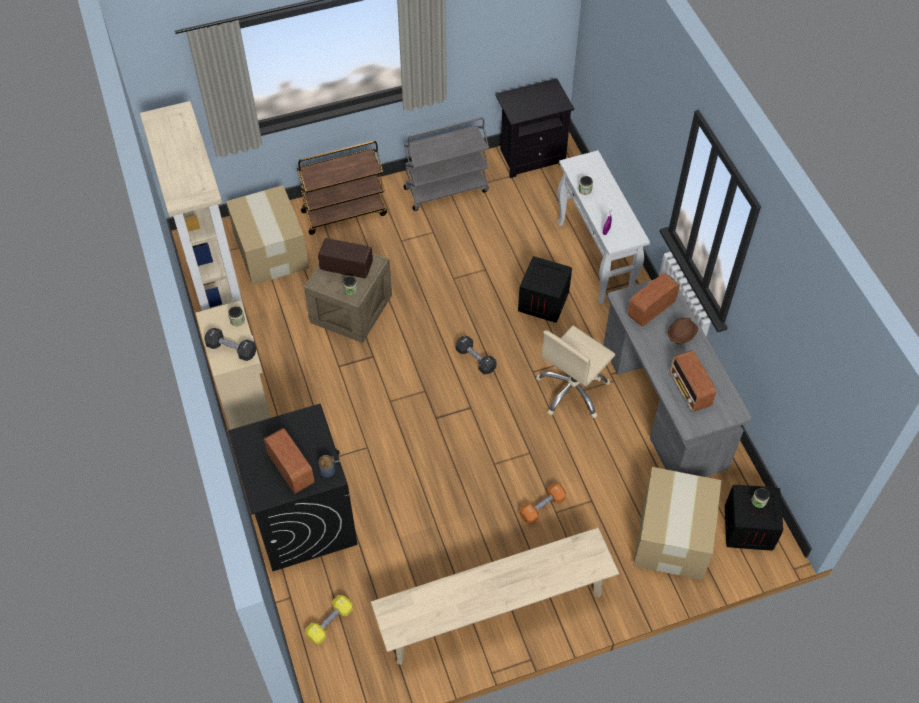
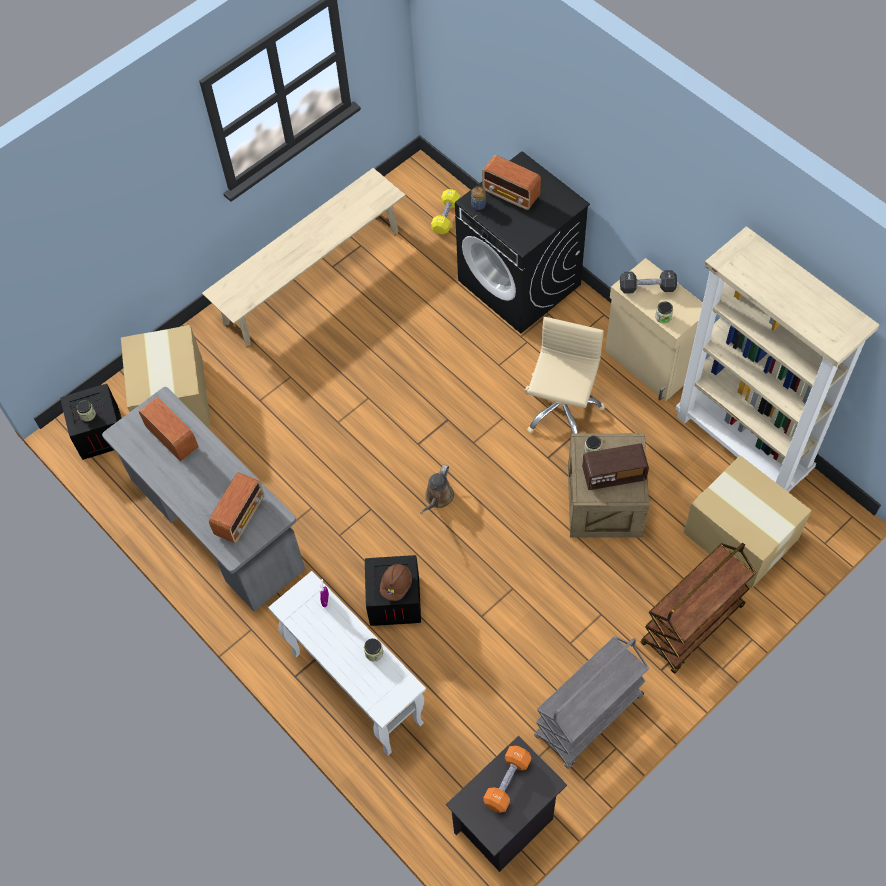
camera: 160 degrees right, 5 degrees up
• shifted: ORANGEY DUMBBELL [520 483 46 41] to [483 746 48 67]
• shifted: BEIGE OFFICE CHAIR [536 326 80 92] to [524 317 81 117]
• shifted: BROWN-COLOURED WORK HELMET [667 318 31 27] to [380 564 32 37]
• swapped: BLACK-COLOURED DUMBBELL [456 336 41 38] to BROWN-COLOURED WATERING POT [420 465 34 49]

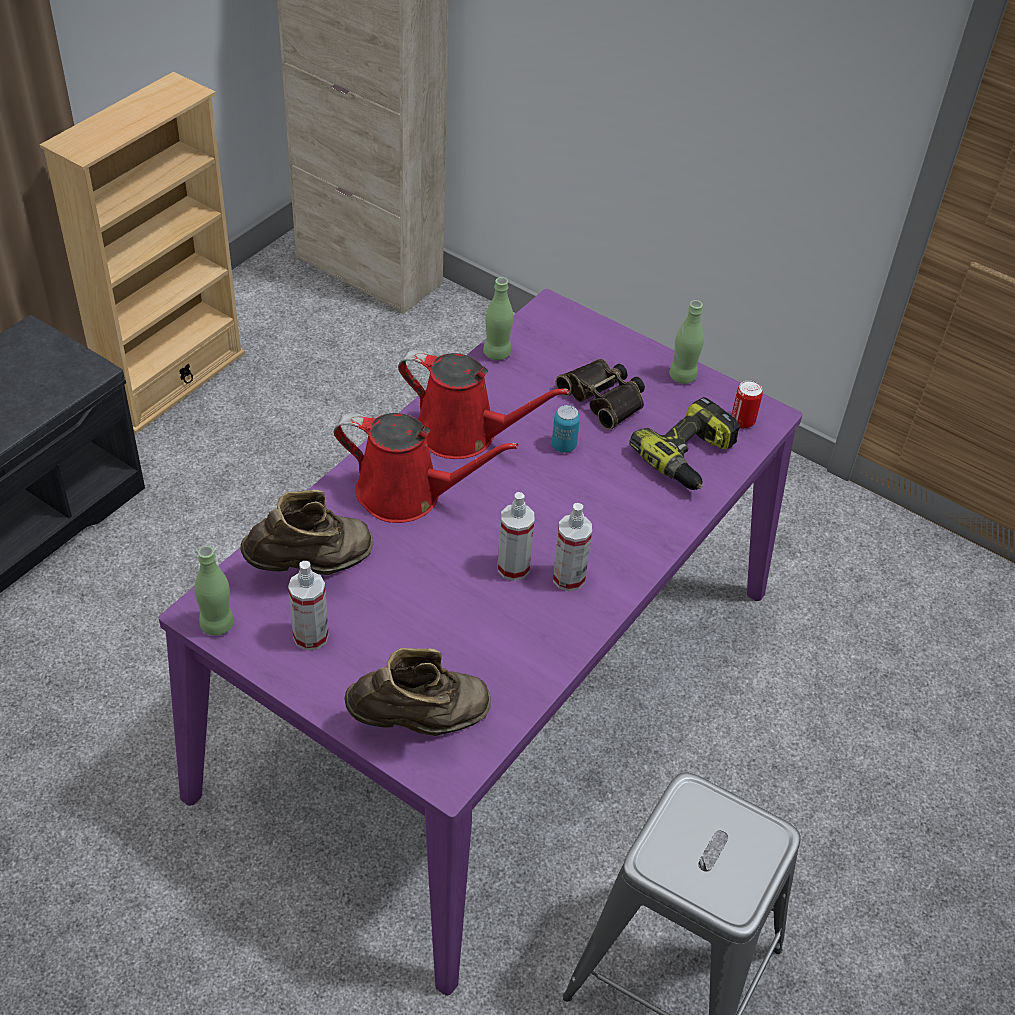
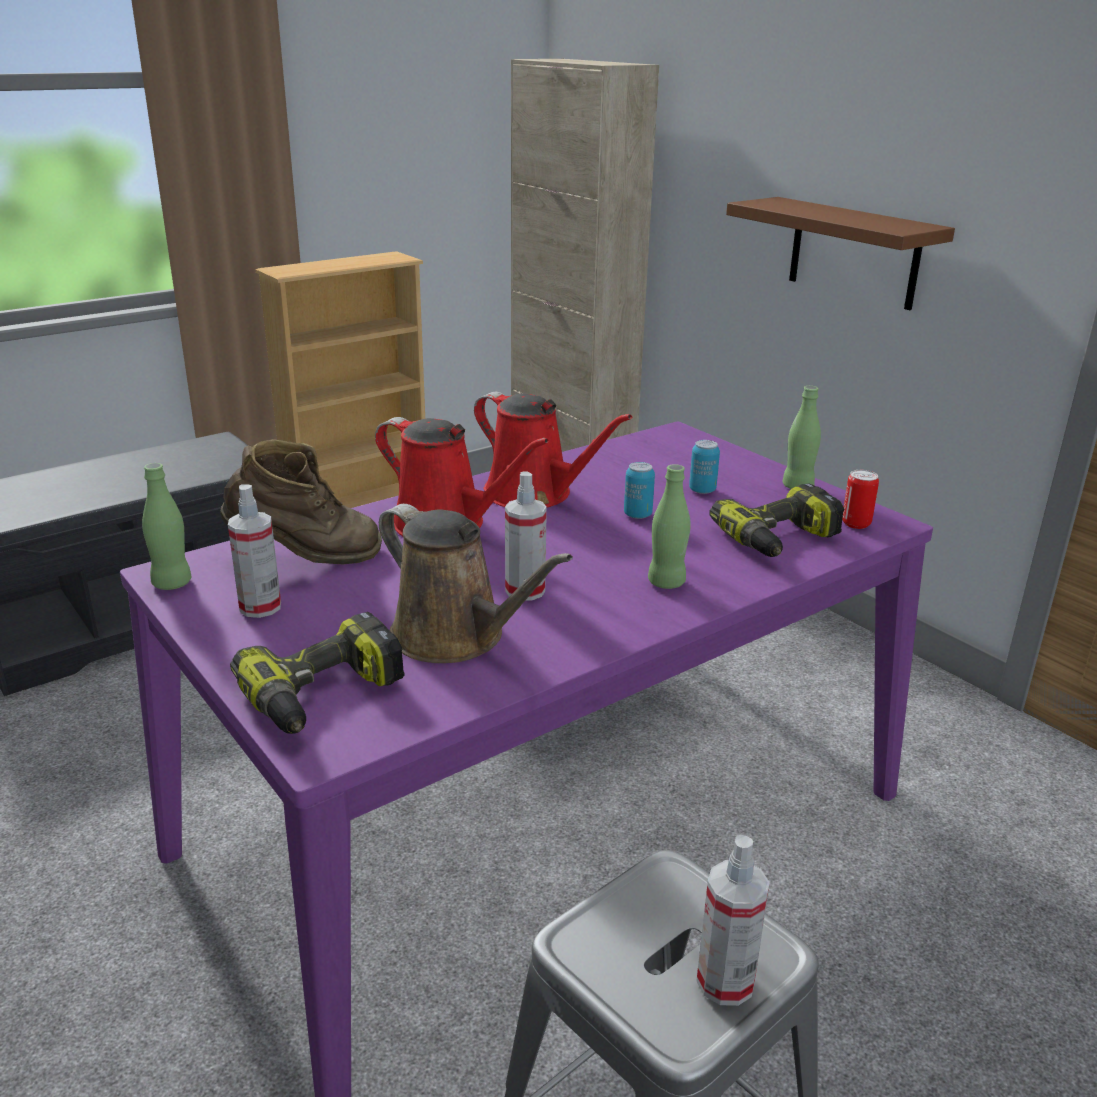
camera: 20 degrees right, 20 degrees down
• new: BROWN-COLOURED WATERING POT [379 504 194 159]
• new: BROWN-COLOURED SHELF [726 197 229 113]
• shifted: GREEN-COLOURED BOTTLE [483 277 30 83] to [648 464 42 125]
• shifted: SPRAYER [553 503 39 88] to [696 835 74 171]
• swapped: BROWN-COLOURED TALL BOOT [344 648 147 88] to DRILL [230 612 175 122]
• swapped: FIELD GLASSES [556 359 89 71] to CAN [689 440 31 54]

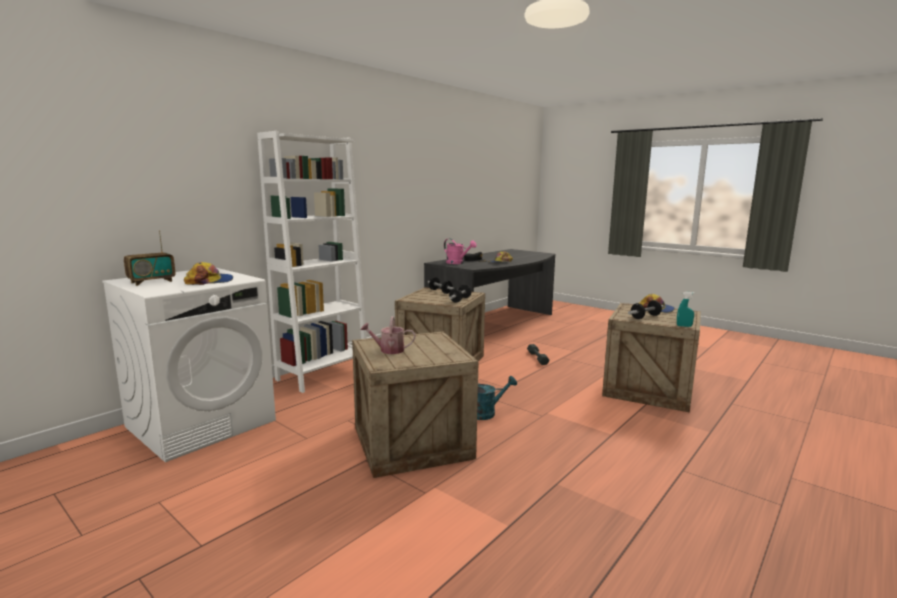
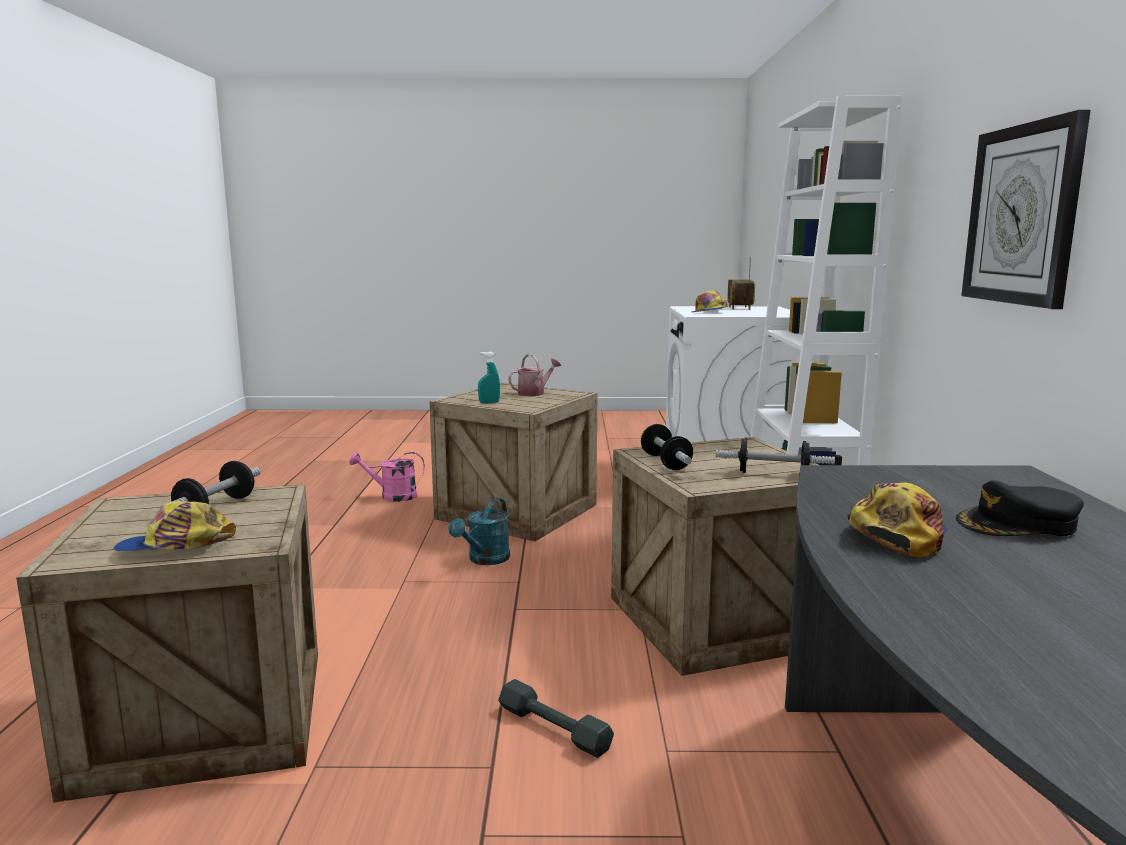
camera: 140 degrees right, 0 degrees up
• new: CLOCK ON THE WALL [961 110 129 199]
• shifted: PINKISH WATERING POT [444 238 32 26] to [349 452 76 50]
• shifted: TURQUOISE-COLOURED SPRAYER [677 292 18 35] to [478 352 22 52]

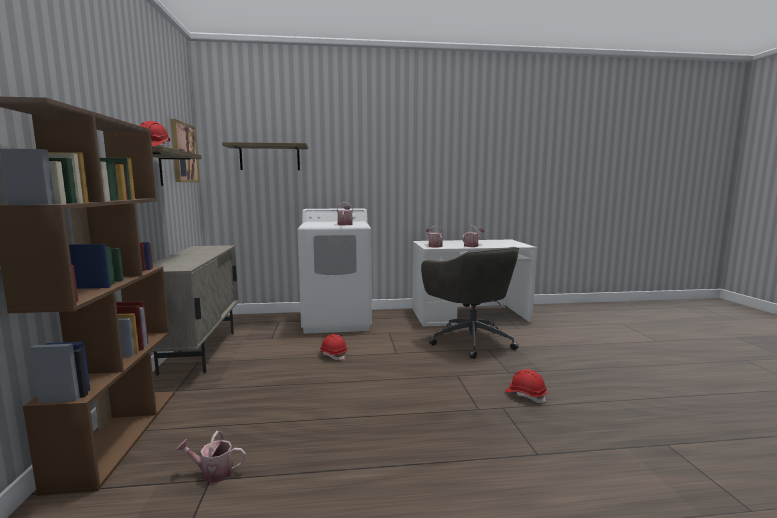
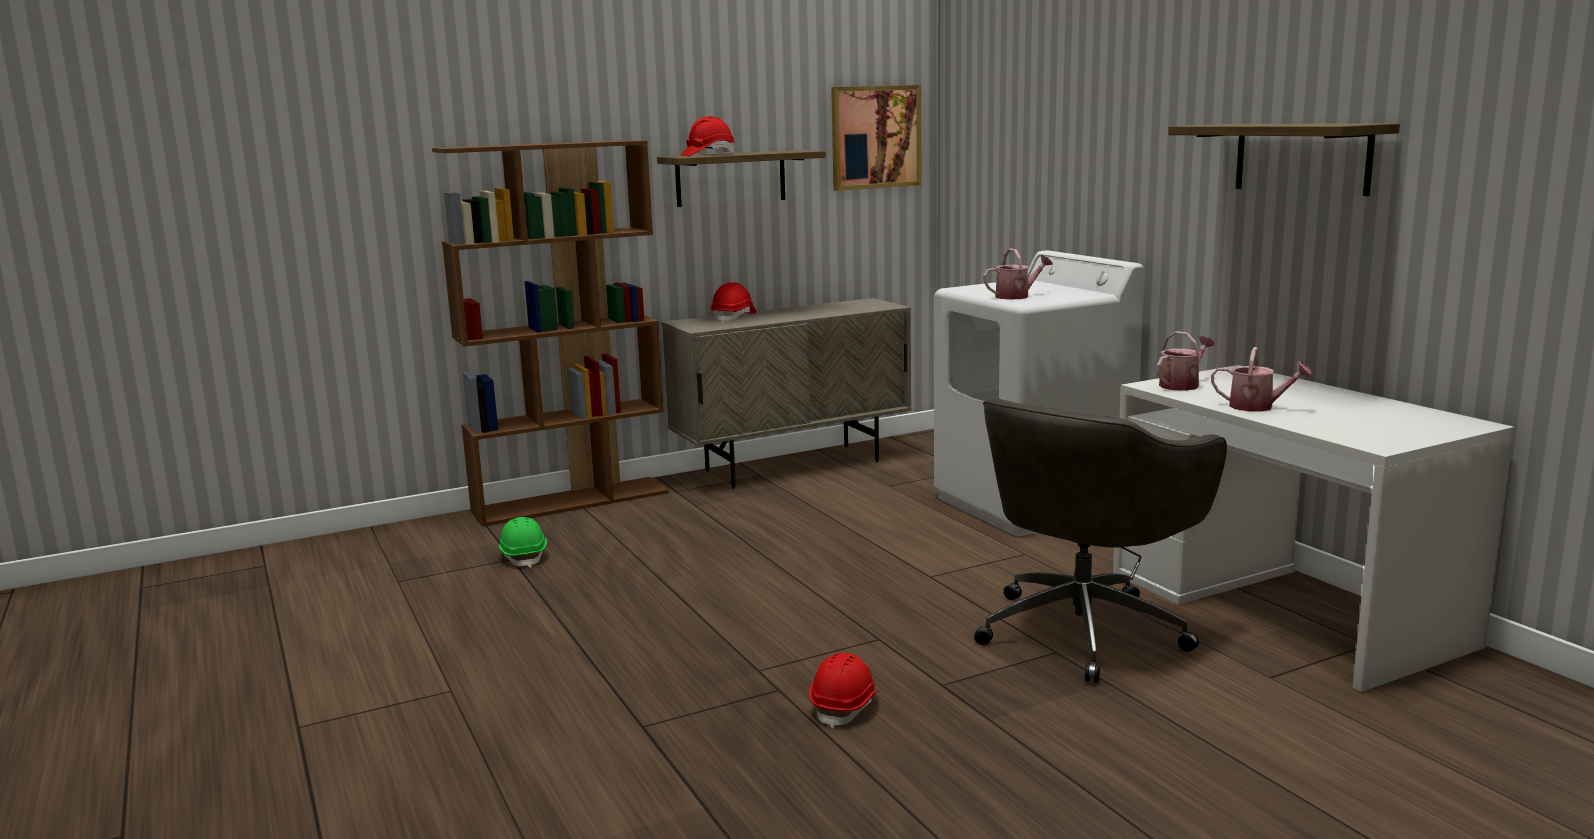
camera: 70 degrees right, 5 degrees up
• shifted: SHELF [222 142 86 28] to [1168 123 232 73]
• shifted: RED WORK HELMET [318 334 30 26] to [710 282 46 41]
• swapped: WATERING POT [175 431 71 52] to GREEN-COLOURED WORK HELMET [498 517 49 51]

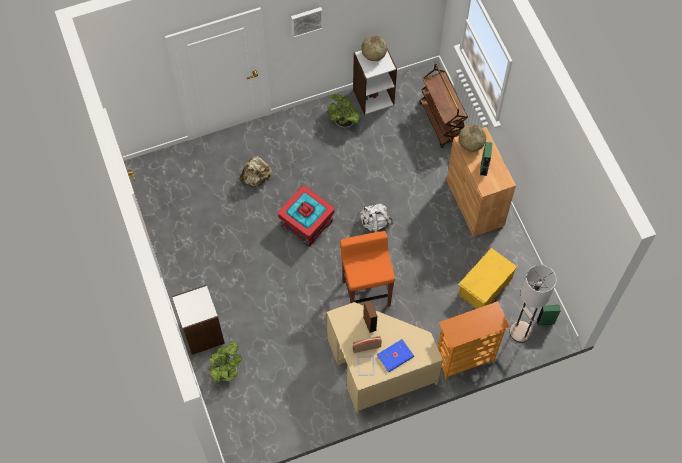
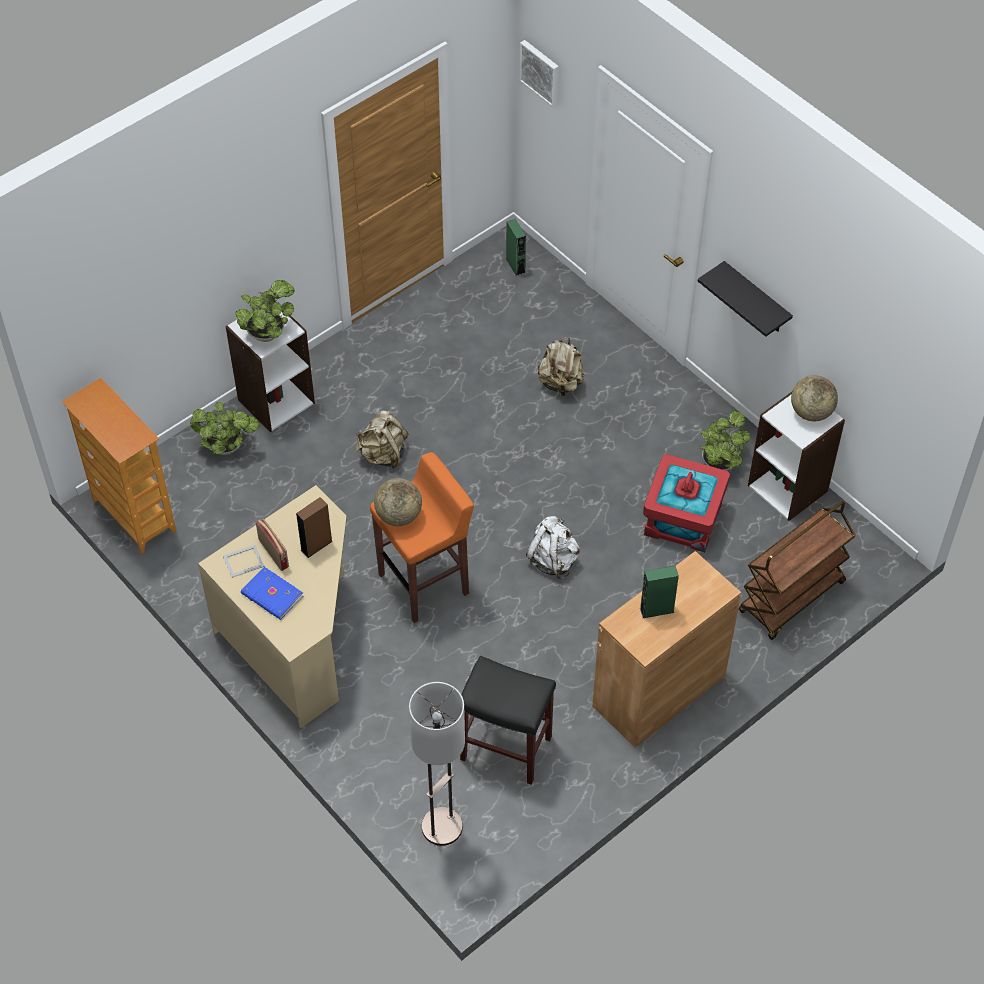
camera: 70 degrees right, 10 degrees down
• new: POTTED PLANT [236 280 59 62]
• new: BEIGE BACKPACK [356 410 52 59]
• new: BLACK-COLOURED SHELF [698 261 95 76]
• shifted: RED STORAGE BOX [278 186 56 61] to [643 454 87 98]
• shifted: PICTURE [291 7 32 31] to [520 40 39 67]
• shifted: BOOKCASE [438 301 72 79] to [61 378 115 176]
• shifted: WORLD GLOBE [459 124 27 28] to [374 478 48 48]
• shifted: GREEN-COLOURED AUDIO SPEAKER [537 305 24 20] to [506 219 20 57]
• swapped: YELLOW-COLOURED STORAGE BOX [458 248 59 61] to BLACK-COLOURED STOOL SEAT [460 656 96 129]

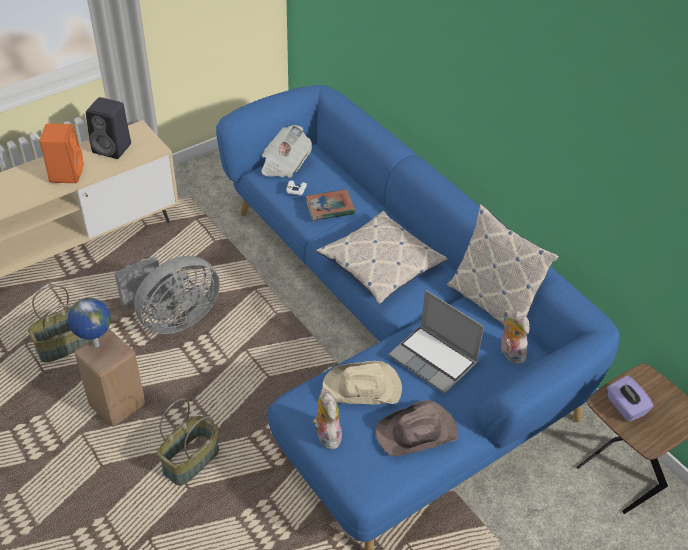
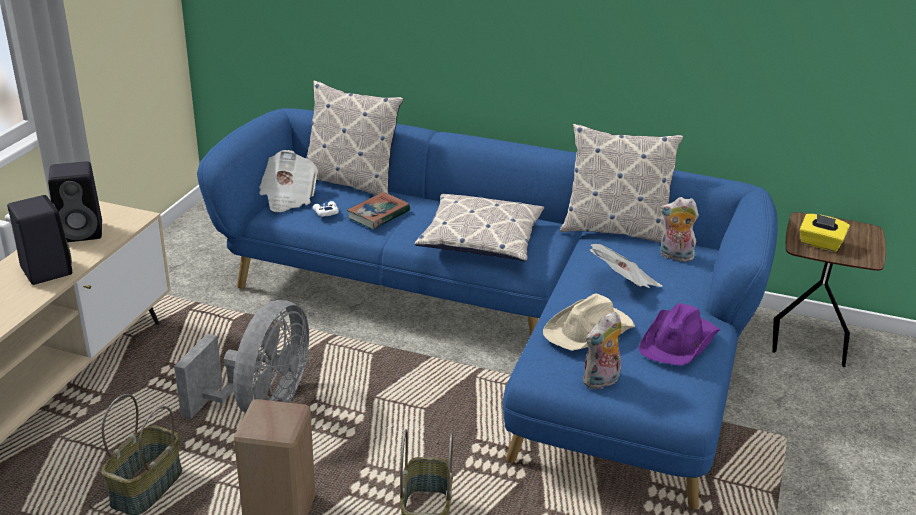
camera: 35 degrees left, 15 degrees down
• gone: WORLD GLOBE [68 297 43 51]
• new: CUSHION [306 80 97 115]
• swapped: NOTEBOOK COMPUTER [389 290 95 104] to NEWSPAPER [589 244 73 44]
• repainted: ORANGEY AUDIO SPEAKER [39 123 44 60] to BLACK-COLOURED AUDIO SPEAKER [7 195 65 90]
• repainted: BROWN-COLOURED CLOTHING HAT [376 400 82 56] to PURPLE CLOTHING HAT [638 303 83 63]
• repainted: PURPLE BOX OF TISSUES [607 375 47 47] to YELLOW-COLOURED BOX OF TISSUES [800 214 50 38]
• rotated: CUDDLY TOY [313 388 29 61] = [583 311 38 78] 75 degrees counterclockwise

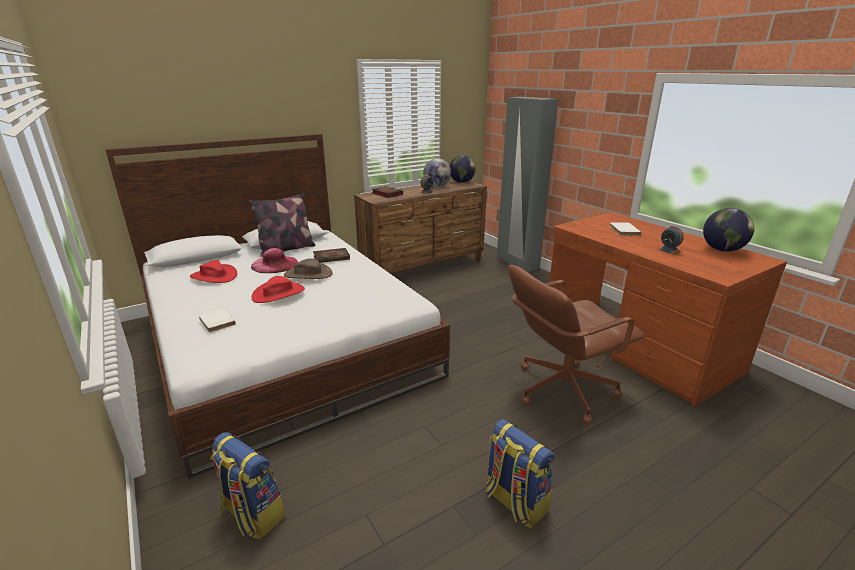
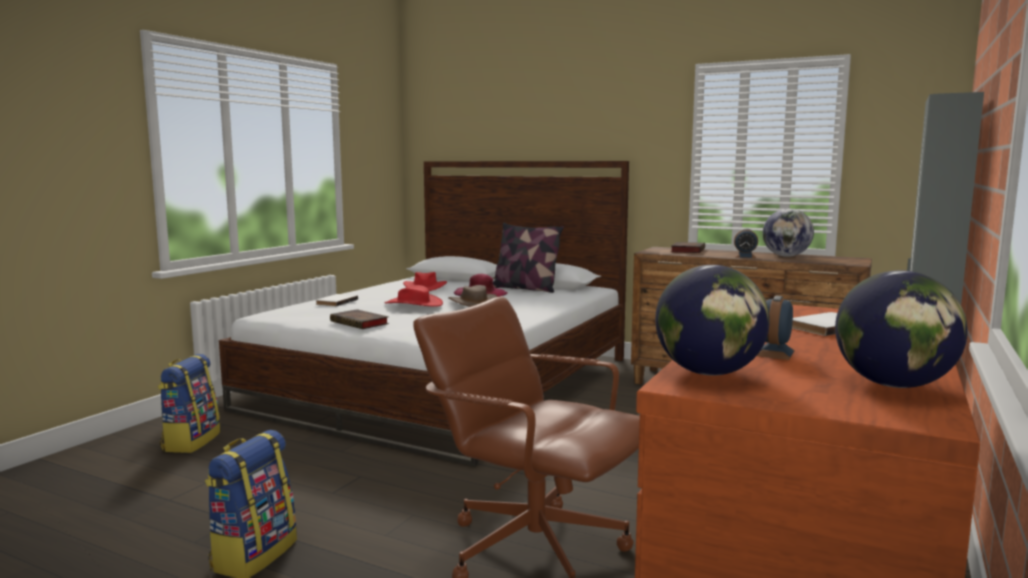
camera: 60 degrees right, 15 degrees down
• shifted: BOUND BOOK [313 248 37 15] to [330 309 59 20]
• shifted: WORLD GLOBE [450 155 26 28] to [655 265 115 111]

